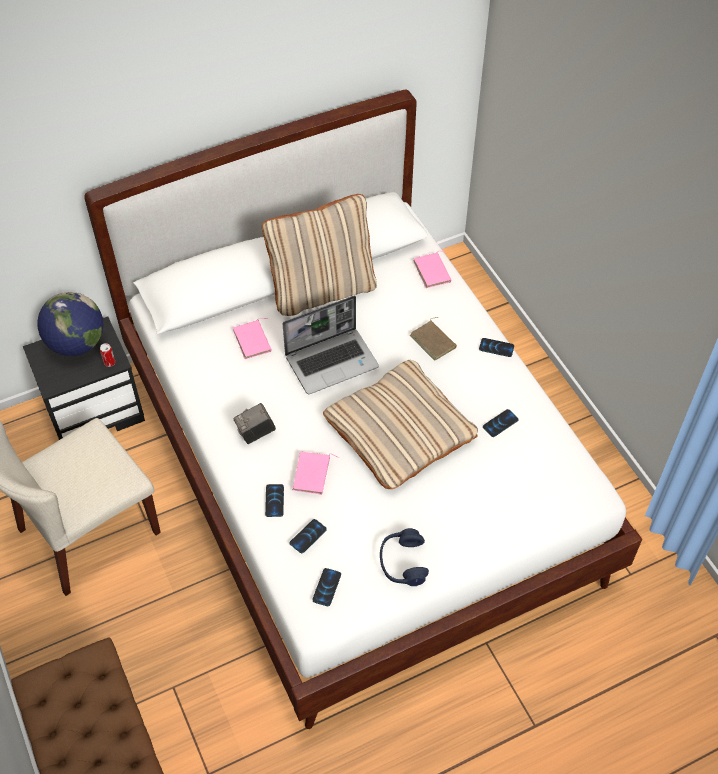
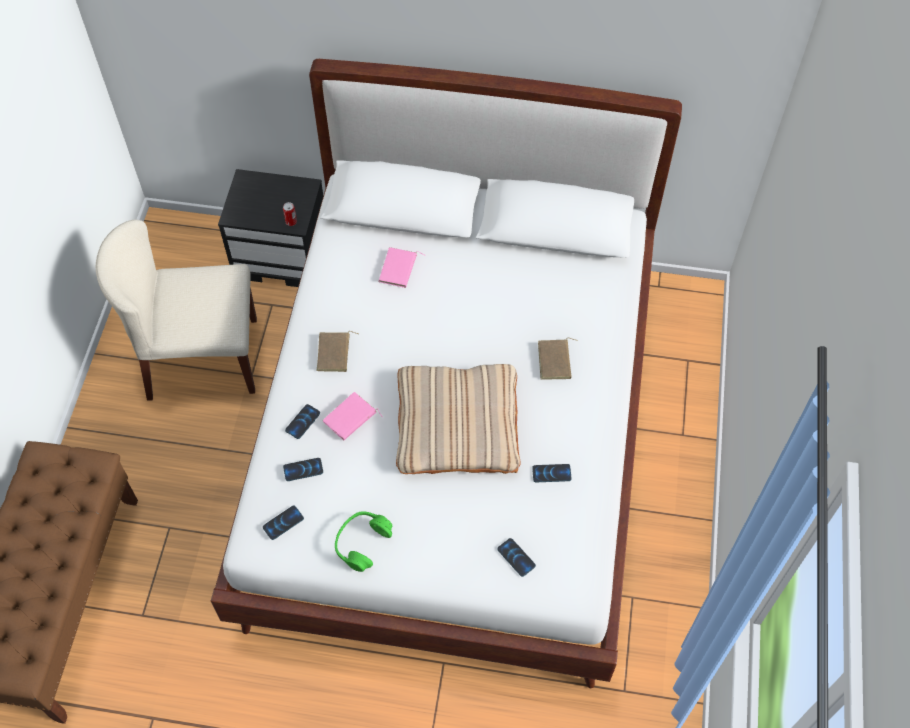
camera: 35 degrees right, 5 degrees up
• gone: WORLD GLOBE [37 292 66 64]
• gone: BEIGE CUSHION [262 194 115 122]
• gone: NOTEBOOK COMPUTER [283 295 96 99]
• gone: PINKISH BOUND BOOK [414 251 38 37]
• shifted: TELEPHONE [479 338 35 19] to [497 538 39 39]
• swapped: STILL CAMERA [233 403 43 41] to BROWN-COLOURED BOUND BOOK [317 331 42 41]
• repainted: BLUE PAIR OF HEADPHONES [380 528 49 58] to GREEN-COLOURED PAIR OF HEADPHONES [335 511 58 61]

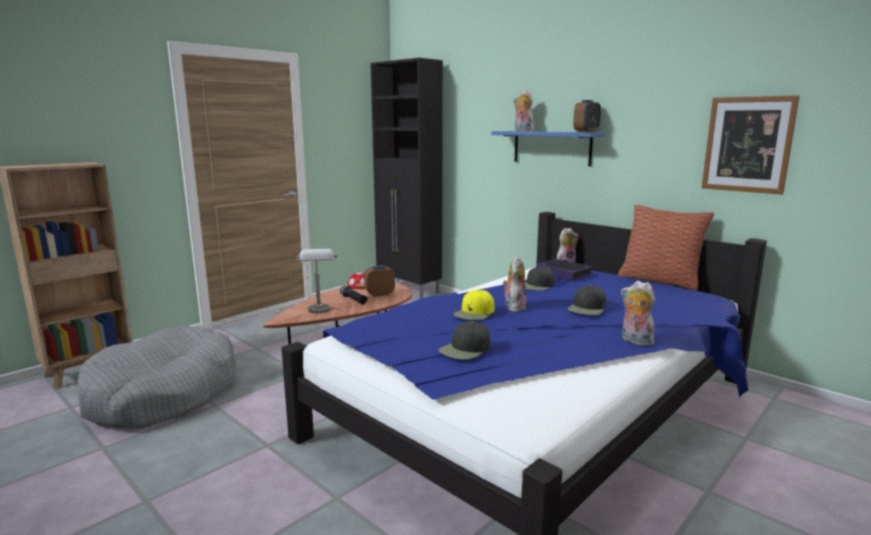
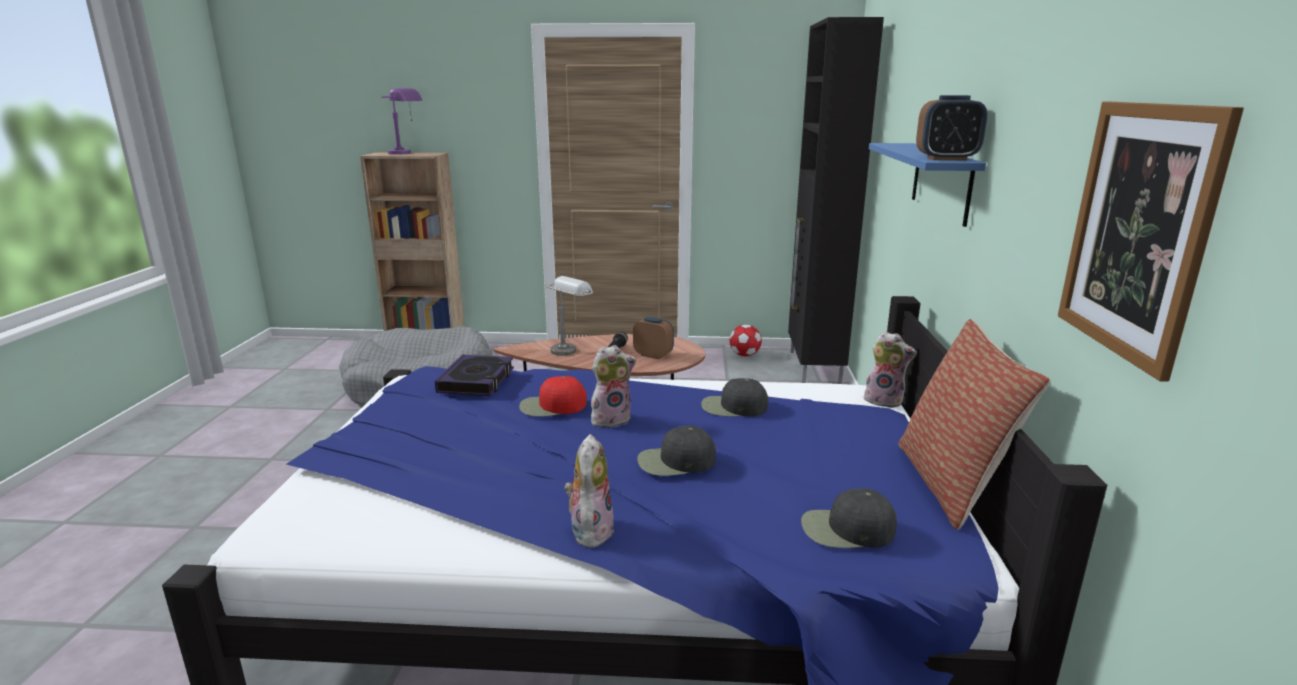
camera: 50 degrees right, 5 degrees up
• gone: CUDDLY TOY [514 90 20 41]
• new: PURPLE TABLETOP LAMP [381 88 41 67]
• shifted: BLACK-COLOURED PEAKED CAP [439 321 52 39] to [801 488 96 60]
• shifted: BOUND BOOK [536 259 57 22] to [435 355 79 41]
• repainted: YELLOW-COLOURED PEAKED CAP [453 290 41 30] to RED PEAKED CAP [519 376 68 40]

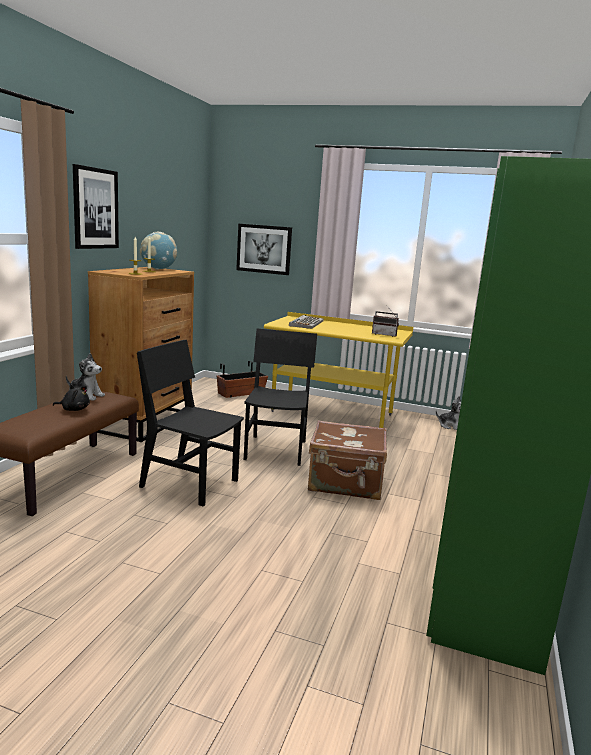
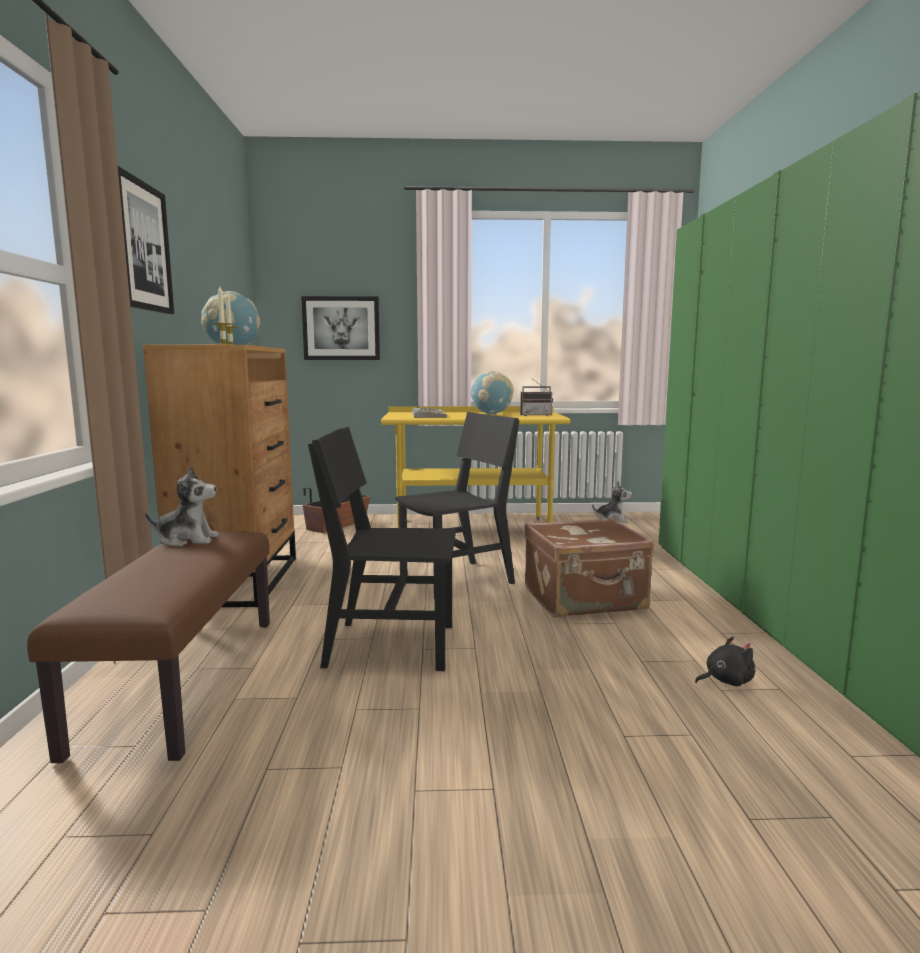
camera: 20 degrees left, 5 degrees down
• new: WORLD GLOBE [471 371 42 43]
• shifted: BLACK-COLOURED CUDDLY TOY [53 386 37 25] to [695 637 60 49]
• rotated: BLACK-COLOURED CHAIR [244 329 73 137] = [395 412 124 188] 75 degrees clockwise

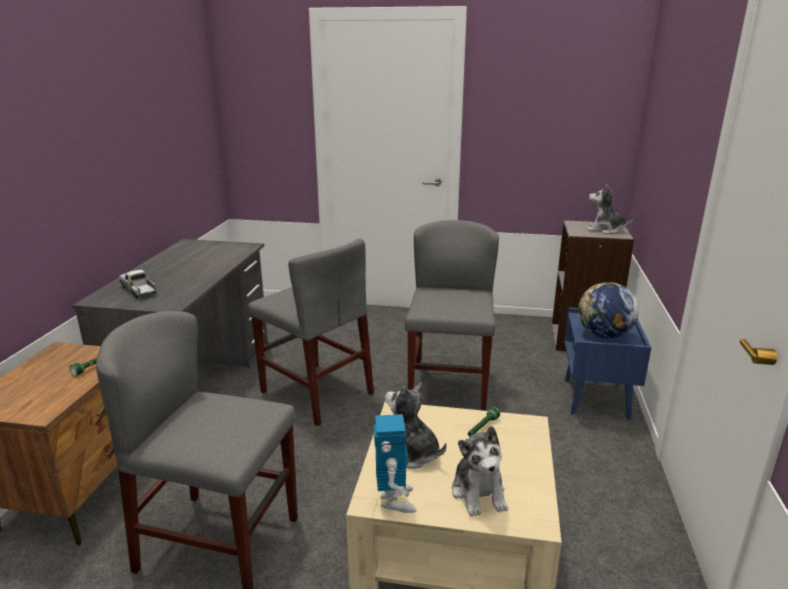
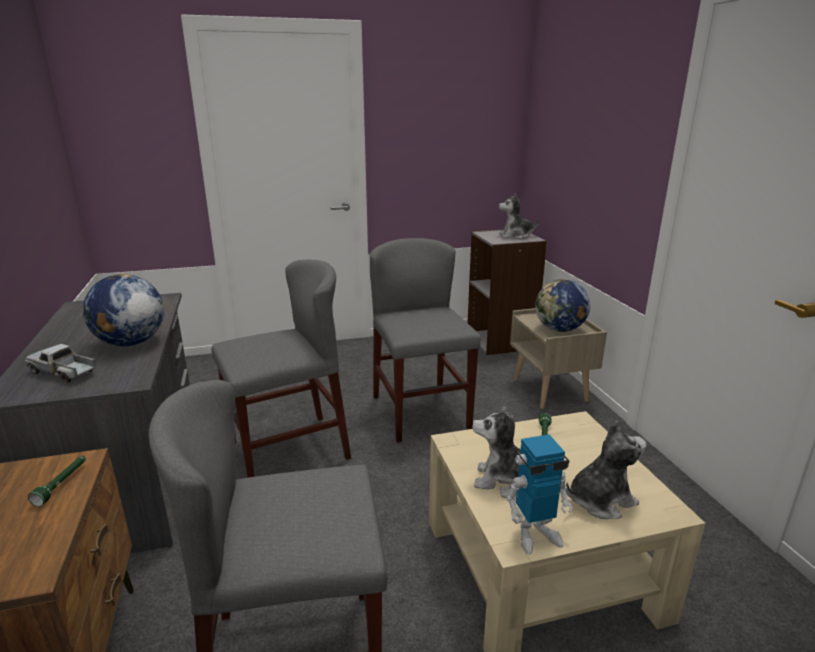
camera: 25 degrees left, 0 degrees up
• new: WORLD GLOBE [82 274 82 72]
• repainted: BLUE NIGHT TABLE [564 307 87 113] to BEIGE NIGHT TABLE [510 308 97 101]
• rotated: GREY CHAIR [248 238 126 188] = [212 260 139 218] 45 degrees counterclockwise
• rotated: ROBOT FIGURE [374 414 43 99] = [506 434 67 121] 105 degrees clockwise
• rotated: CUDDLY TOY [452 426 56 91] = [566 420 81 99] 75 degrees counterclockwise

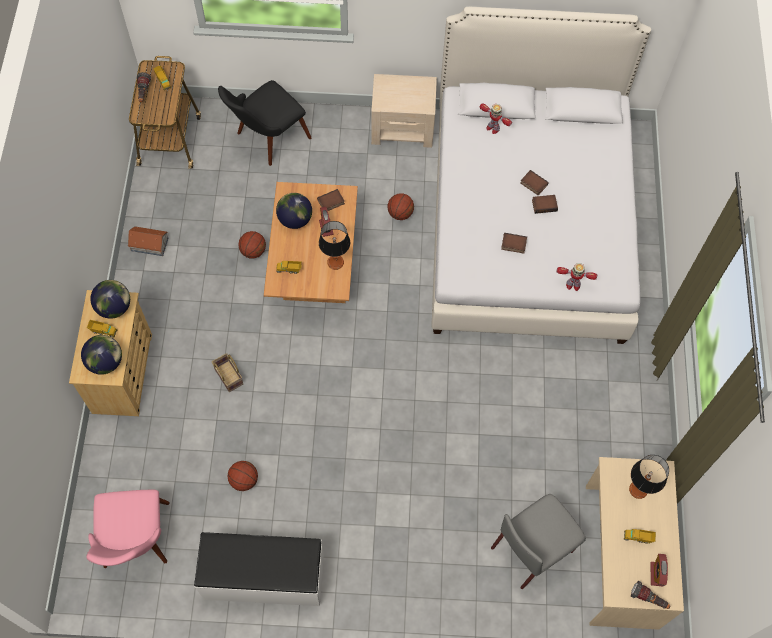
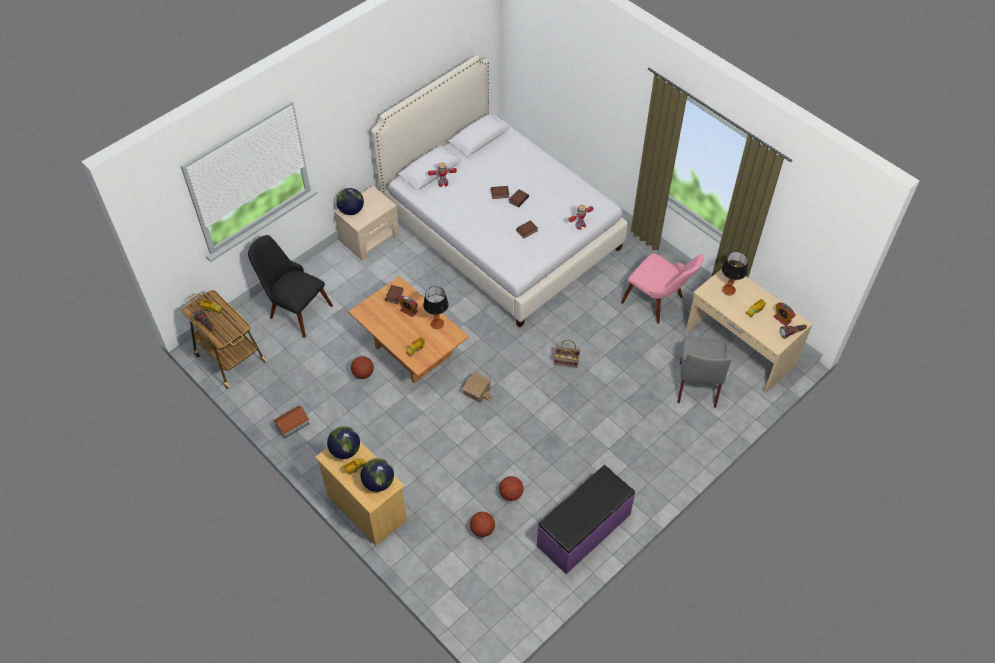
camera: 45 degrees left, 10 degrees down
• new: MODEL HOUSE [461 372 32 31]
• shifted: PINKISH CHAIR [86 490 84 78] to [621 253 83 71]
• shifted: HOUSEHOLD BASKET [212 353 31 39] to [554 340 26 28]
• shifted: WORLD GLOBE [276 193 36 36] to [336 188 28 27]
• shifted: BALL FOR BASKETBALL [387 193 27 27] to [470 512 25 25]
• repainted: WHITE-COLOURED LONG SEAT [194 532 130 74] to PURPLE LONG SEAT [537 465 98 109]
• rotated: BLACK-COLOURED CHAIR [218 80 94 86] = [248 235 85 103] 120 degrees clockwise

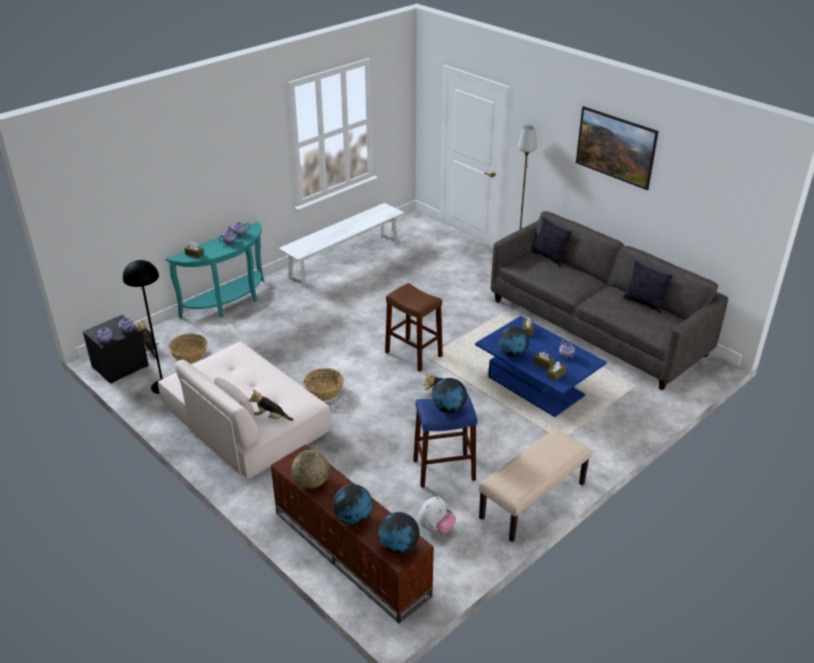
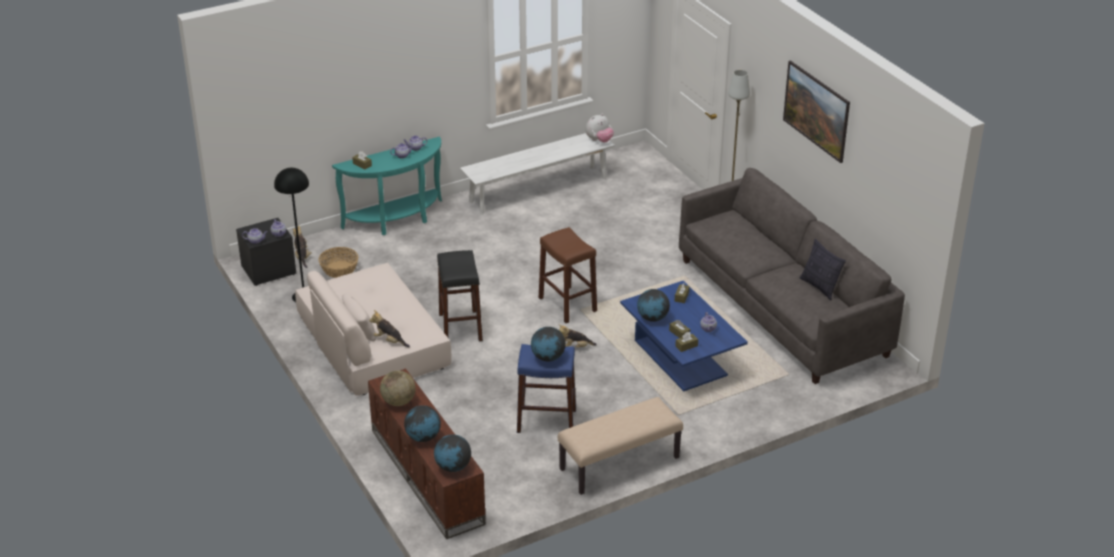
camera: 15 degrees right, 0 degrees up
• gone: CUSHION [532 217 40 49]
• shifted: CUDDLY TOY [418 496 38 38] to [586 114 28 29]
• swapped: HOUSEHOLD BASKET [304 368 40 33] to BLACK-COLOURED STOOL SEAT [437 250 46 91]

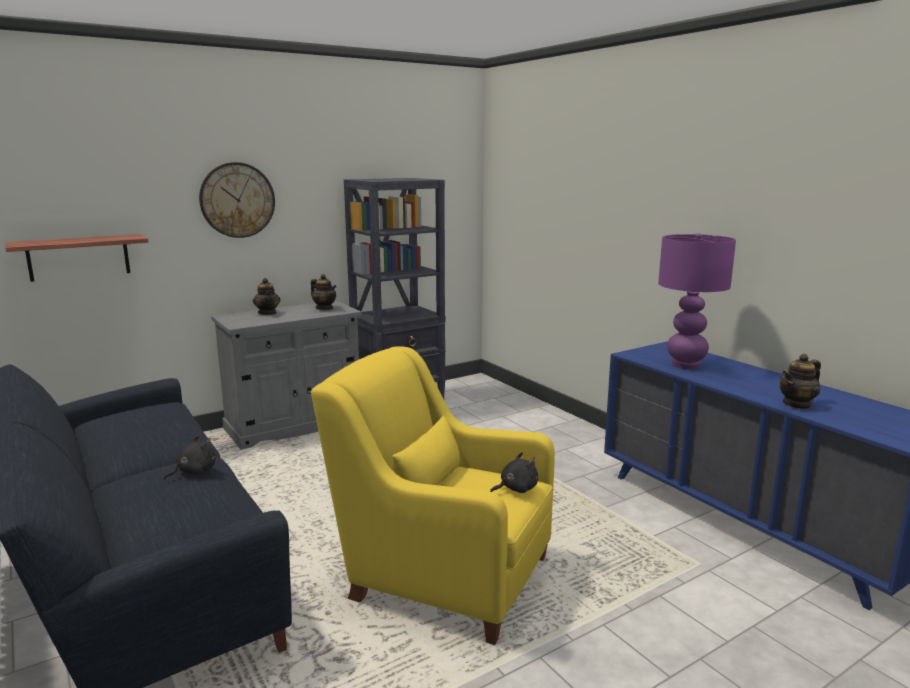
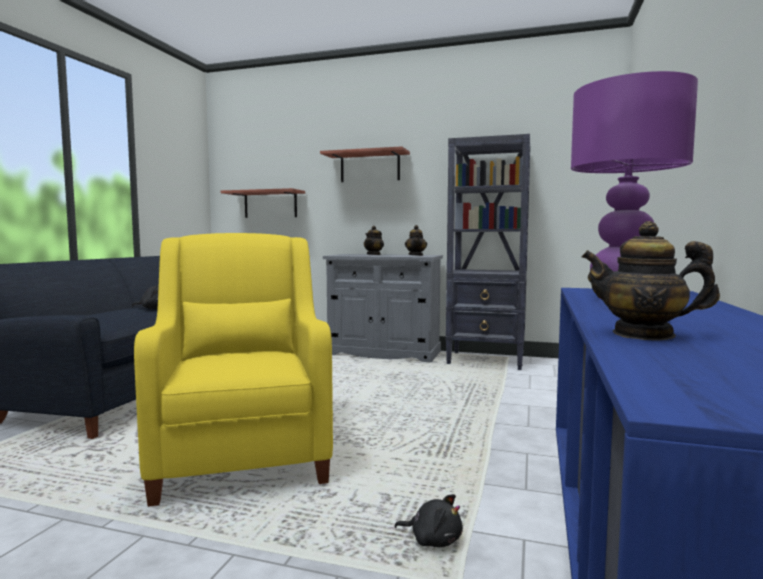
camera: 50 degrees right, 10 degrees down
• shifted: BLACK-COLOURED CUDDLY TOY [490 452 48 41] to [394 494 69 53]
• swapped: CLOCK ON THE WALL [199 162 76 76] to SHELF [320 146 90 36]

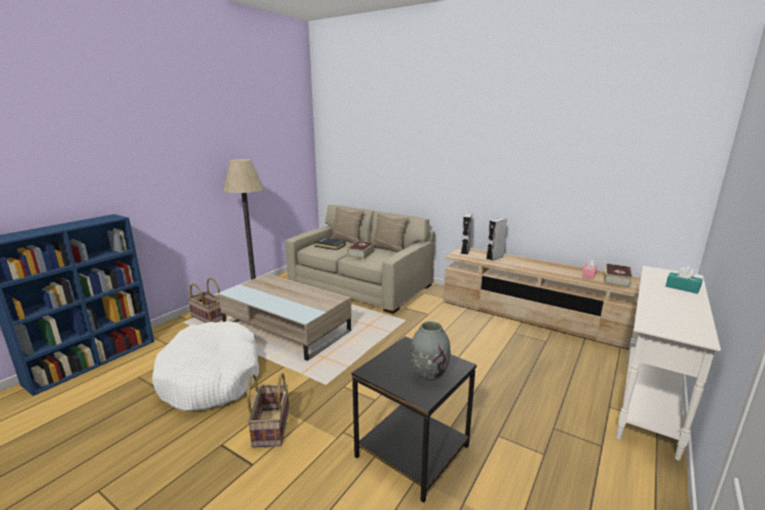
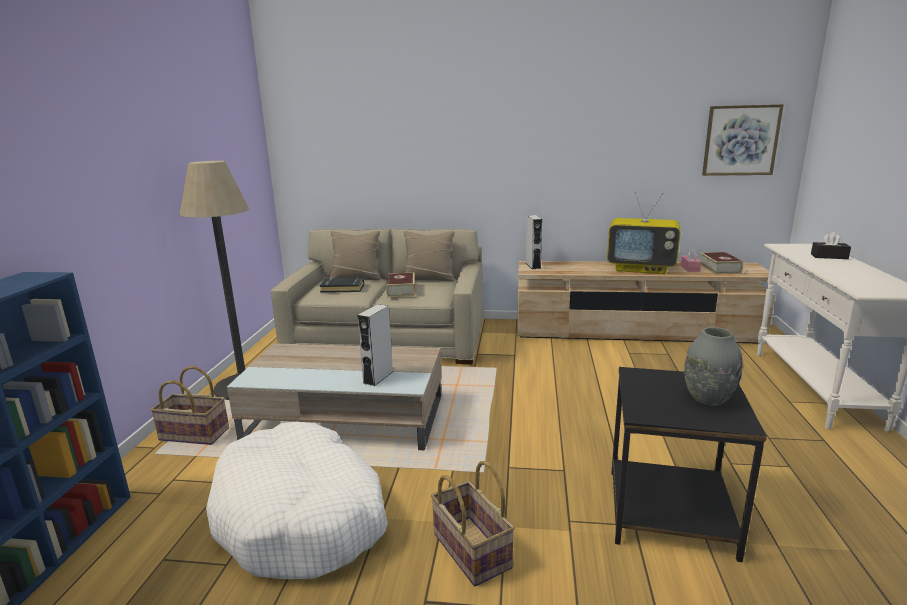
camera: 25 degrees left, 0 degrees up
• new: TELEVISION [607 192 74 82]
• new: PICTURE [702 104 82 72]
• shifted: GREY AUDIO SPEAKER [486 218 21 43] to [357 304 36 82]
• repainted: TURQUOISE-COLOURED BOX OF TISSUES [666 266 37 28] to BLACK-COLOURED BOX OF TISSUES [811 232 40 27]

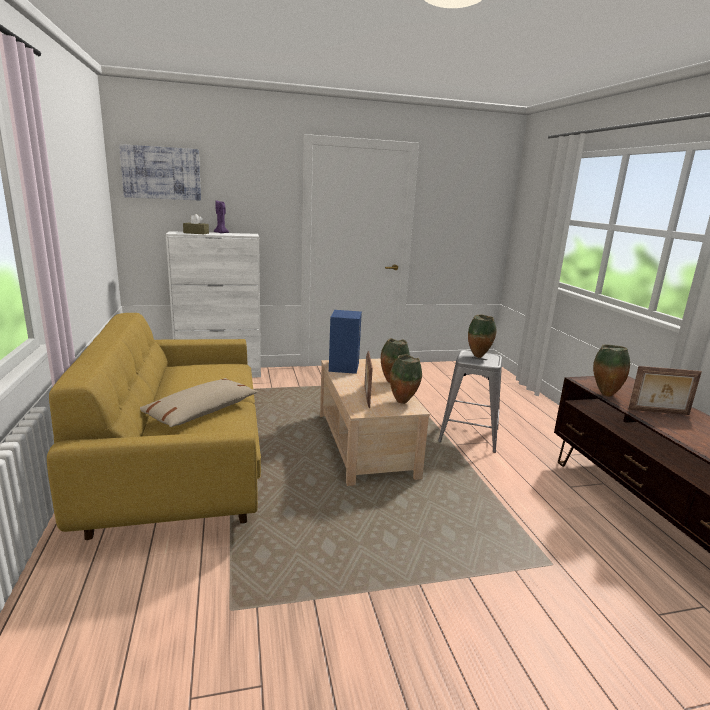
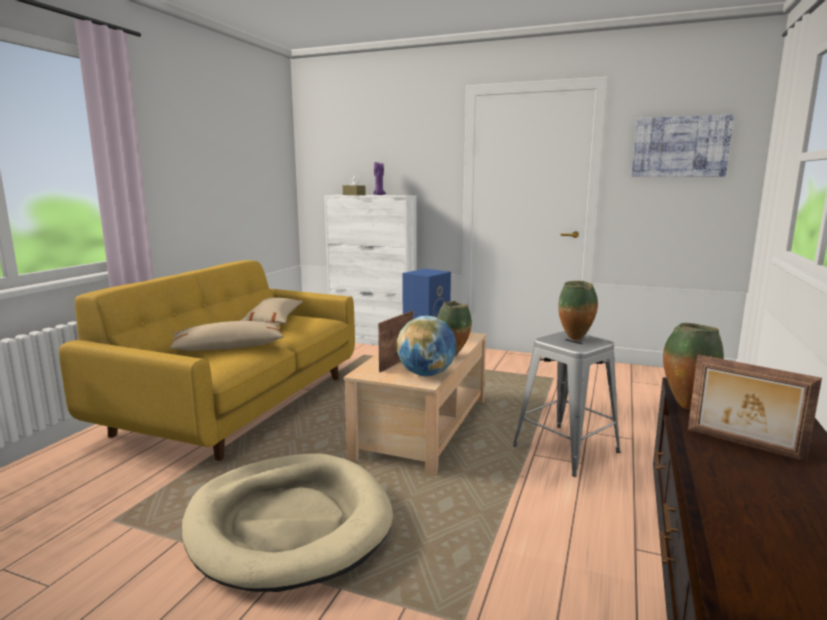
camera: 35 degrees right, 5 degrees down
• new: BEIGE DOG CUSHION [182 454 211 138]
• new: BEIGE CUSHION [240 298 63 27]
• shifted: PICTURE [119 144 82 57] to [631 115 103 62]
• swapped: FLOWER VASE [390 354 32 50] to WORLD GLOBE [397 316 59 60]

